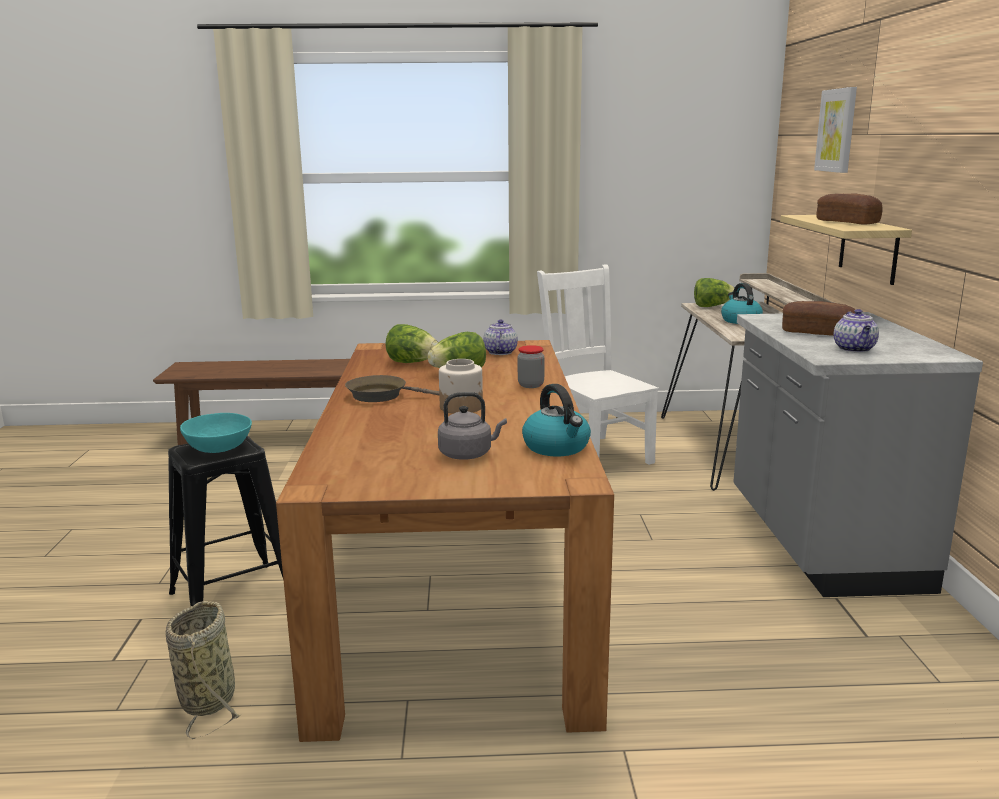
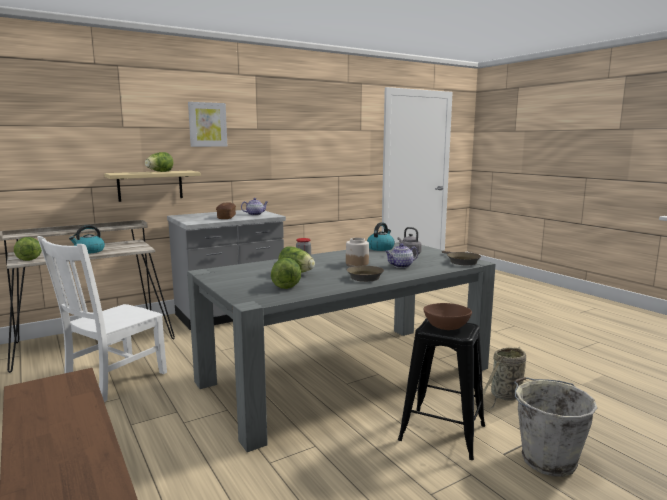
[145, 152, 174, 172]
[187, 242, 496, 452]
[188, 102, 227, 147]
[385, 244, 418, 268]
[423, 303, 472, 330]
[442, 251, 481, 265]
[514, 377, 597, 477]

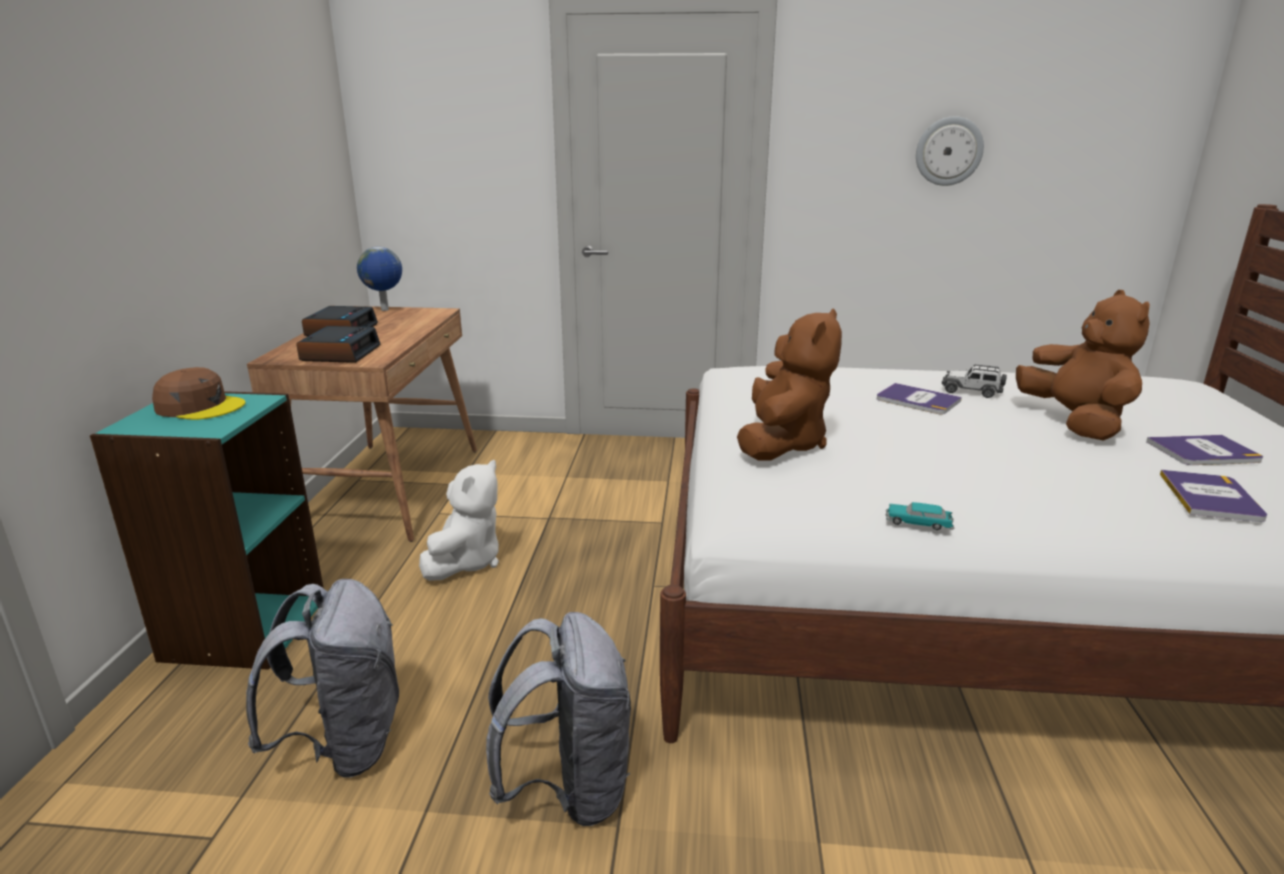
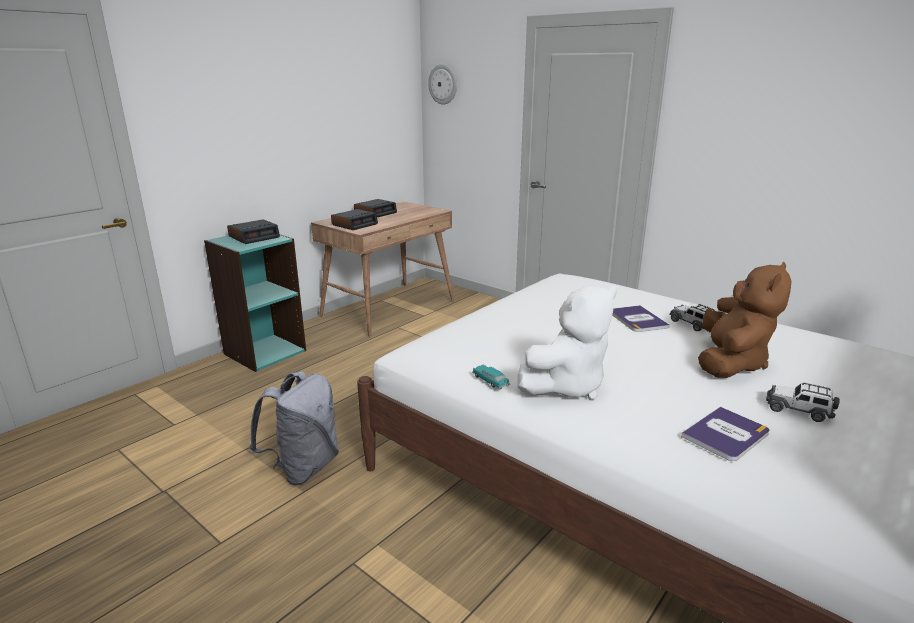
[227, 219, 280, 244]
[428, 64, 457, 105]
[518, 286, 617, 400]
[766, 383, 840, 422]
[246, 579, 399, 777] (first image)
[357, 247, 402, 311] (first image)
[737, 308, 842, 461] (first image)

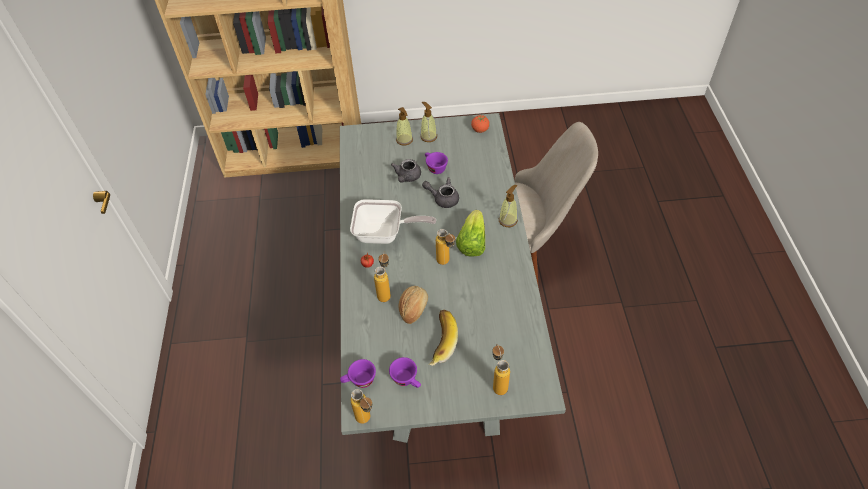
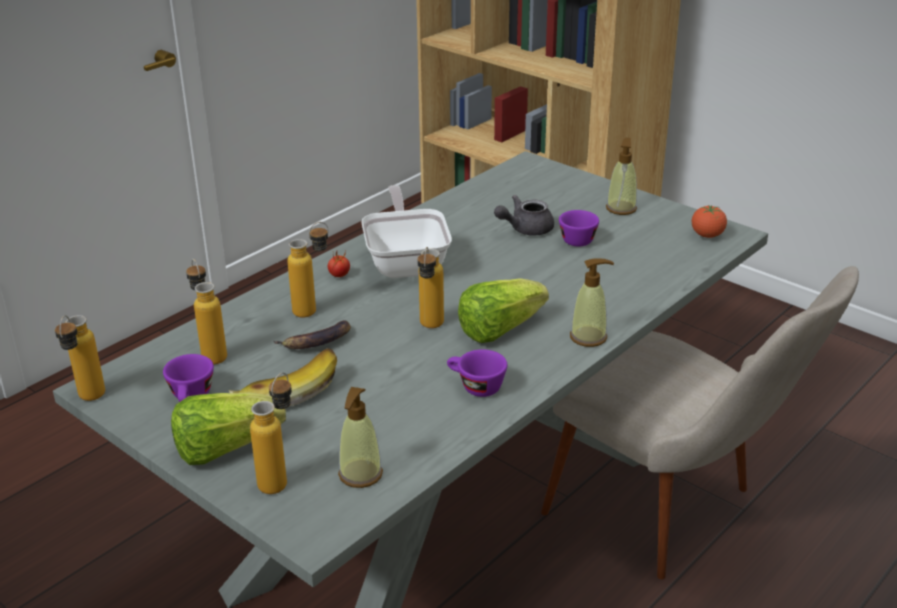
[171, 392, 286, 465]
[186, 259, 227, 365]
[274, 320, 351, 349]
[338, 387, 383, 488]
[361, 185, 452, 278]
[447, 349, 507, 397]
[422, 178, 459, 208] (first image)

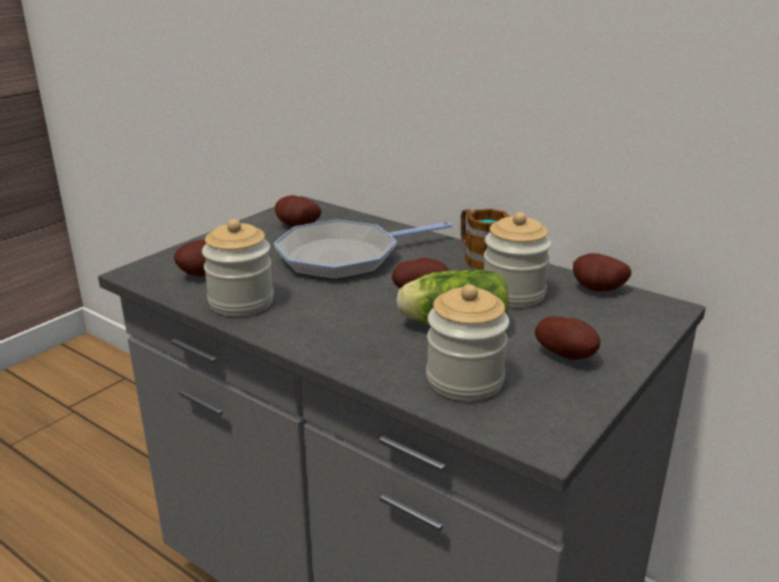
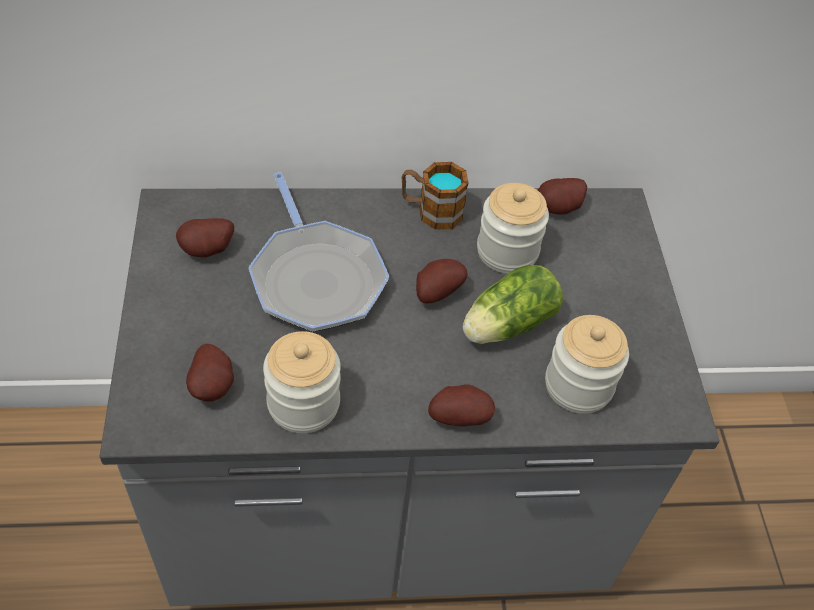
[248, 172, 389, 332]
[428, 384, 495, 426]

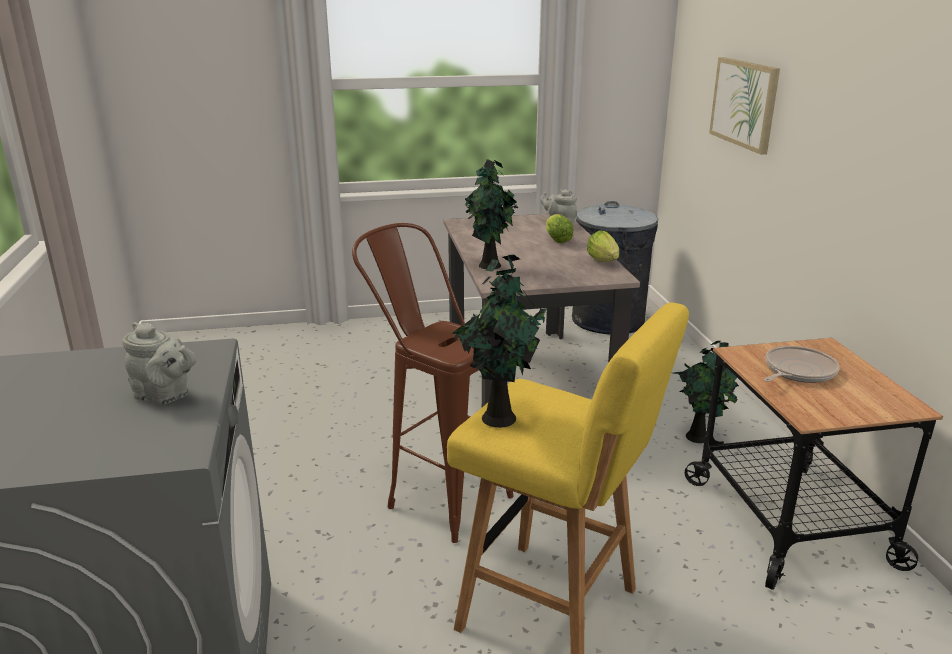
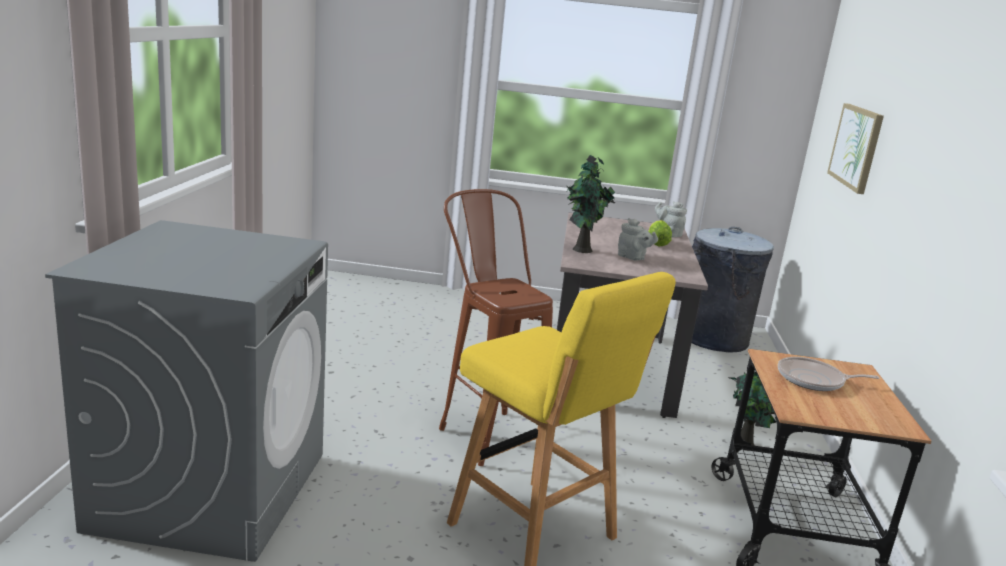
[618, 218, 658, 261]
[778, 357, 879, 391]
[452, 254, 547, 428] (first image)
[587, 230, 619, 262] (first image)

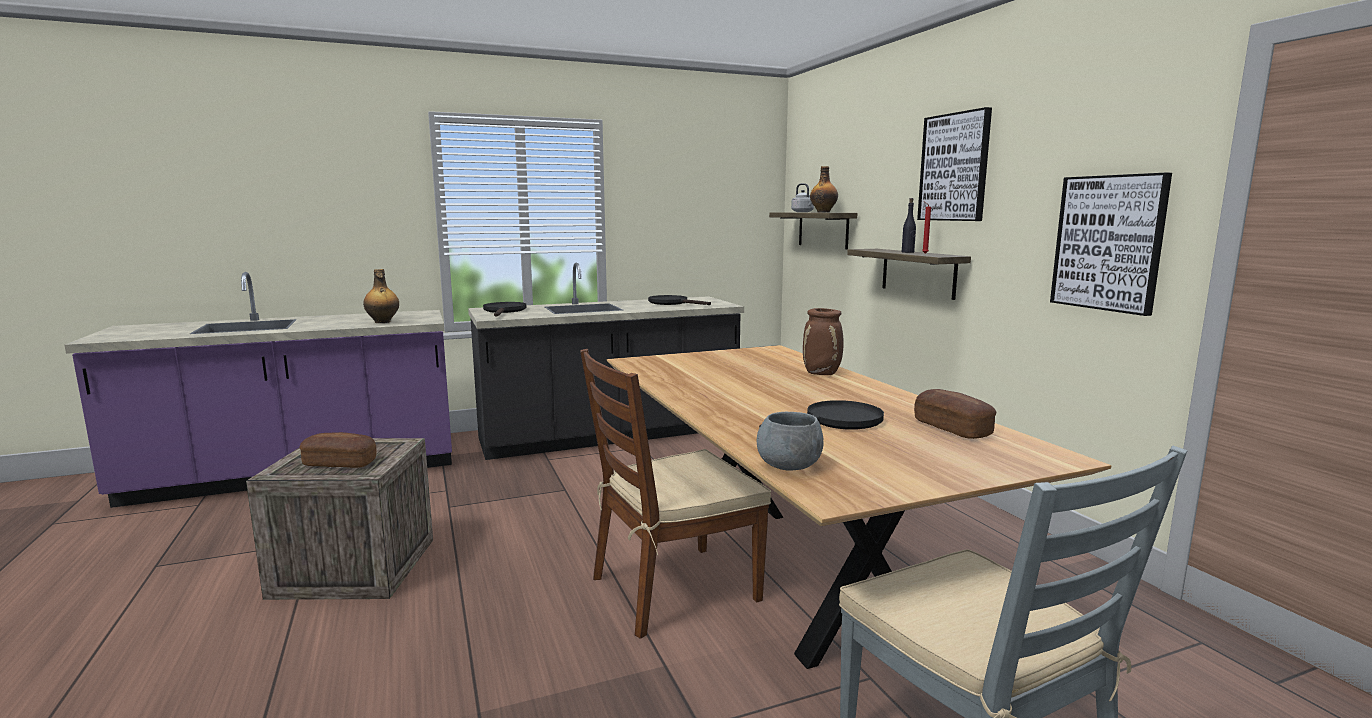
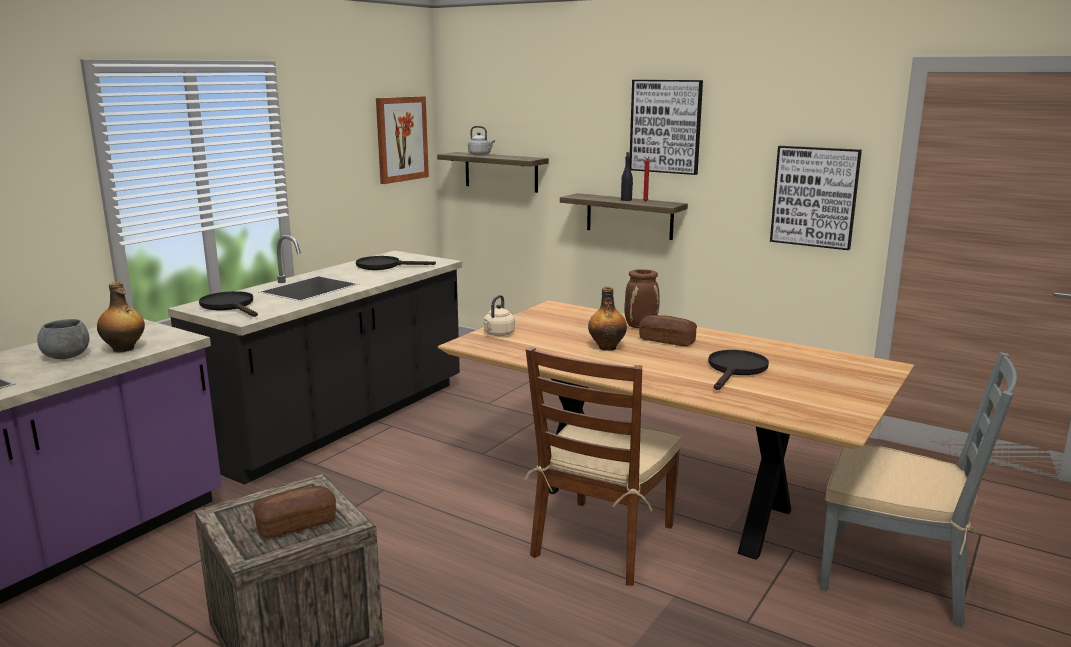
[37, 319, 90, 359]
[376, 96, 429, 184]
[484, 295, 515, 336]
[588, 287, 627, 351]
[639, 315, 697, 346]

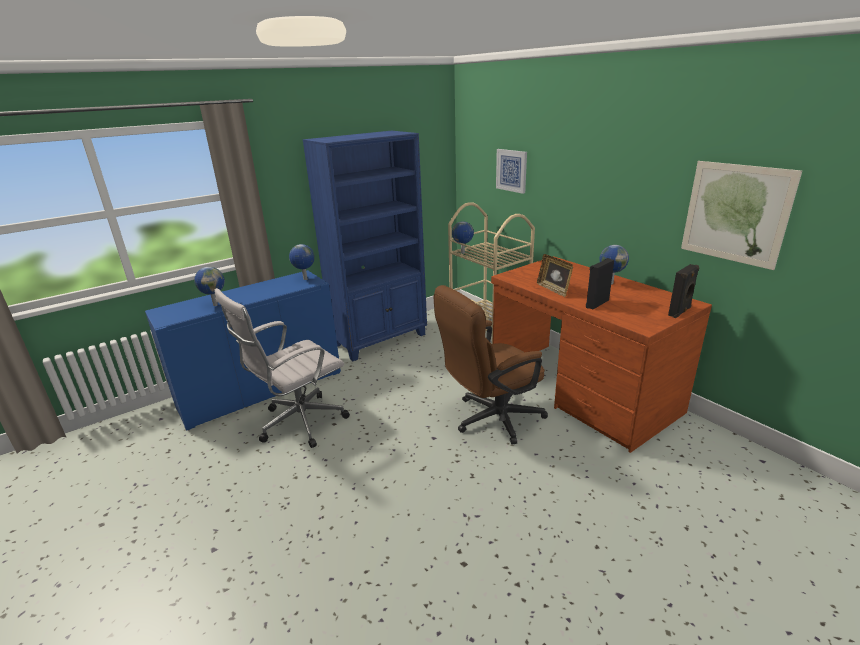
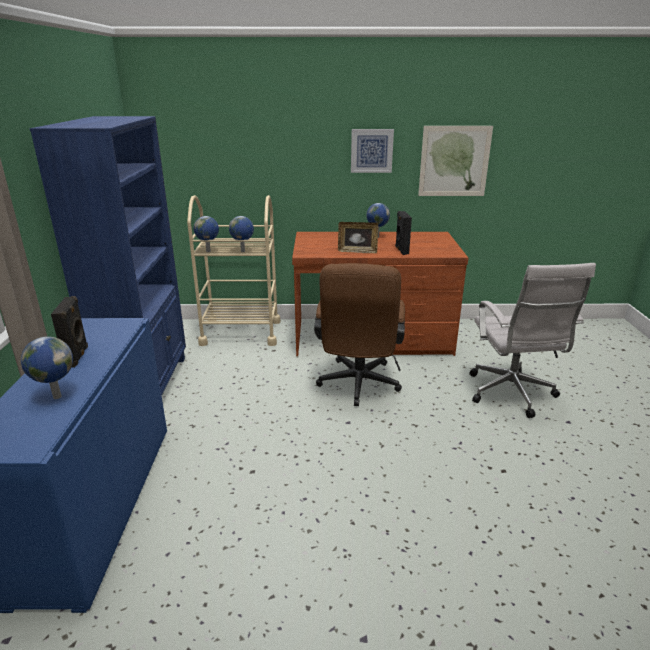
[51, 296, 88, 368]
[229, 216, 254, 252]
[351, 129, 394, 173]
[470, 263, 596, 418]

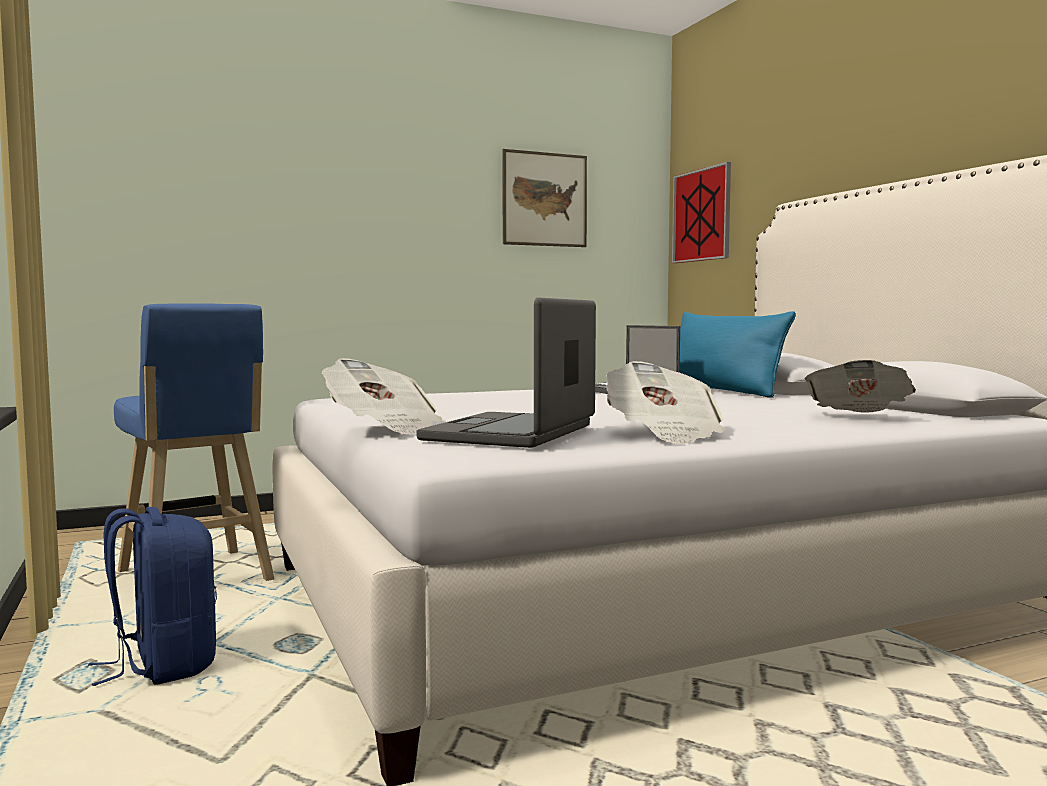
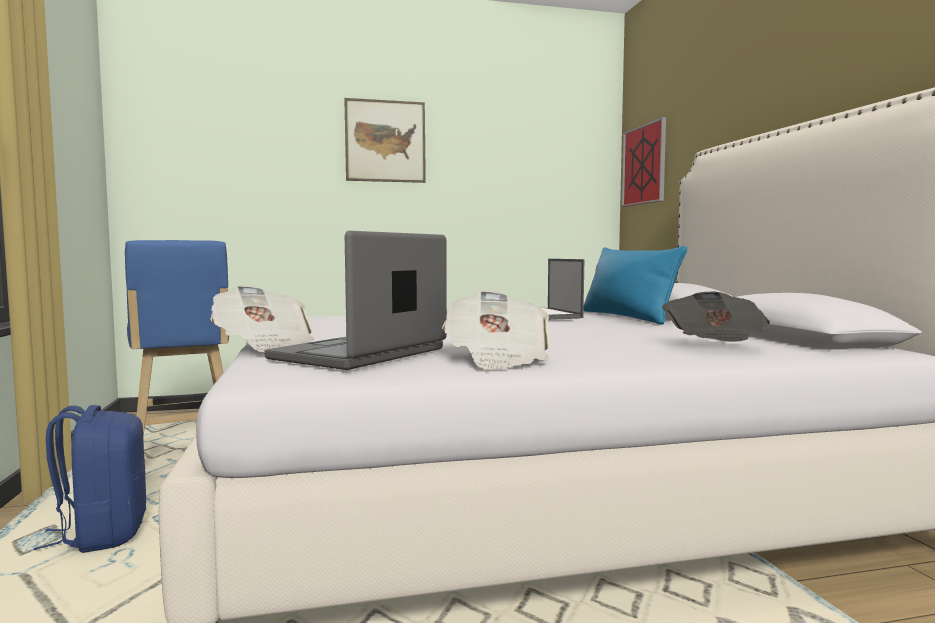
[344, 98, 426, 183]

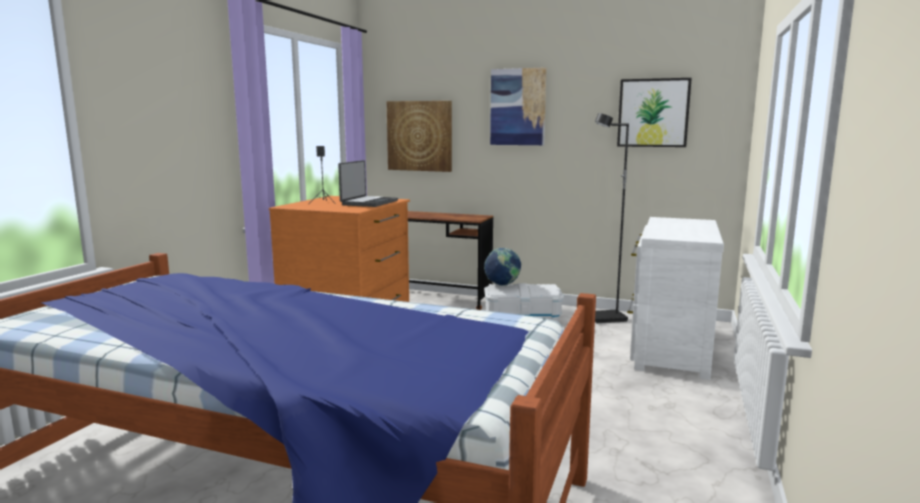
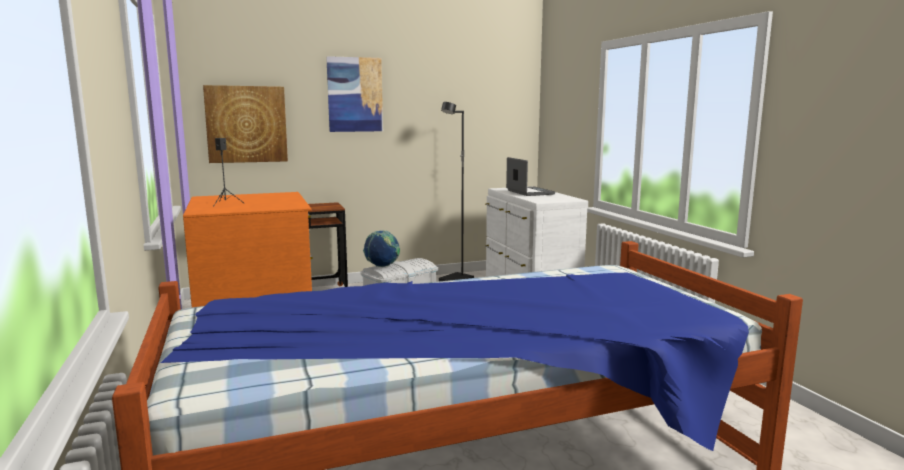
[506, 157, 555, 196]
[617, 78, 692, 147] (first image)

